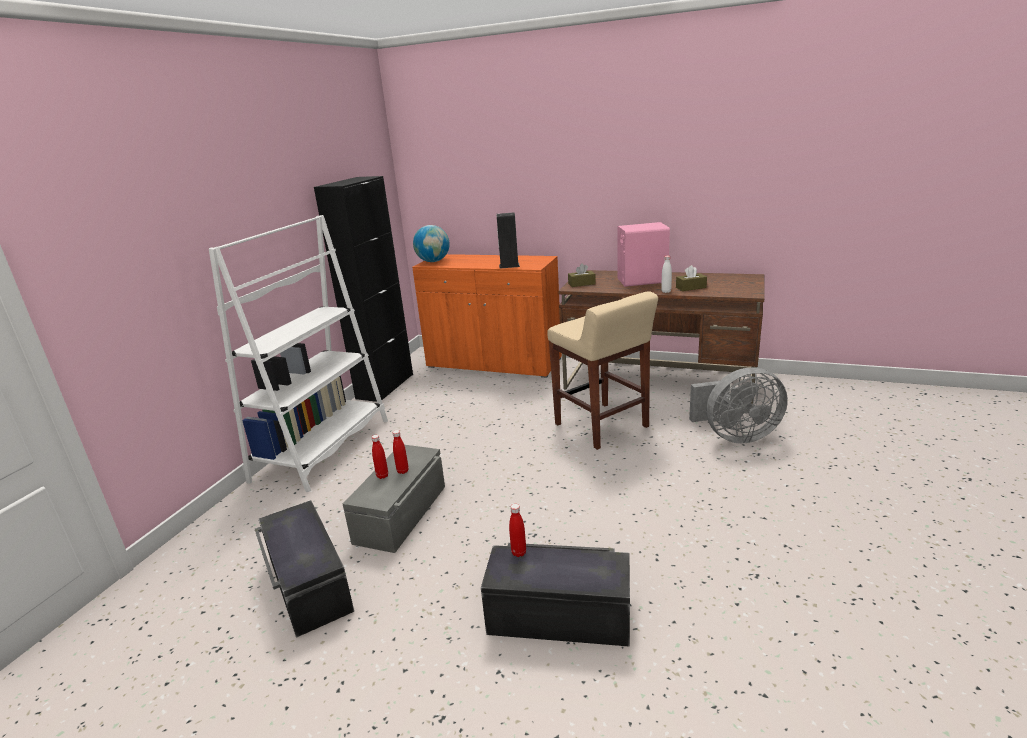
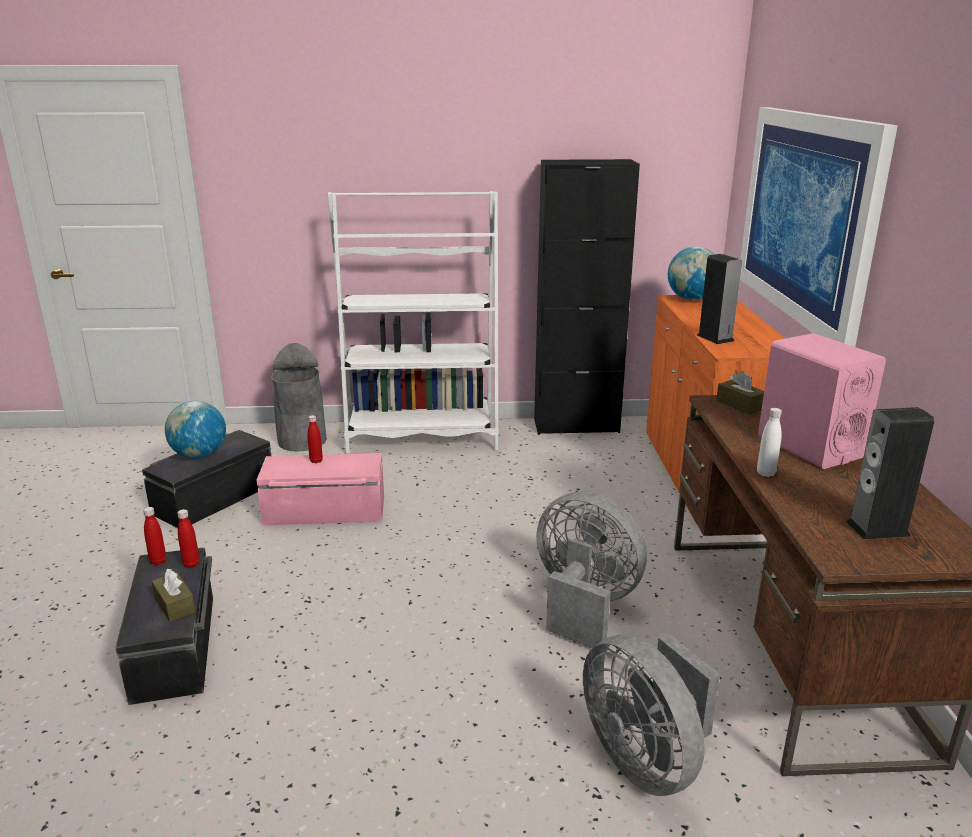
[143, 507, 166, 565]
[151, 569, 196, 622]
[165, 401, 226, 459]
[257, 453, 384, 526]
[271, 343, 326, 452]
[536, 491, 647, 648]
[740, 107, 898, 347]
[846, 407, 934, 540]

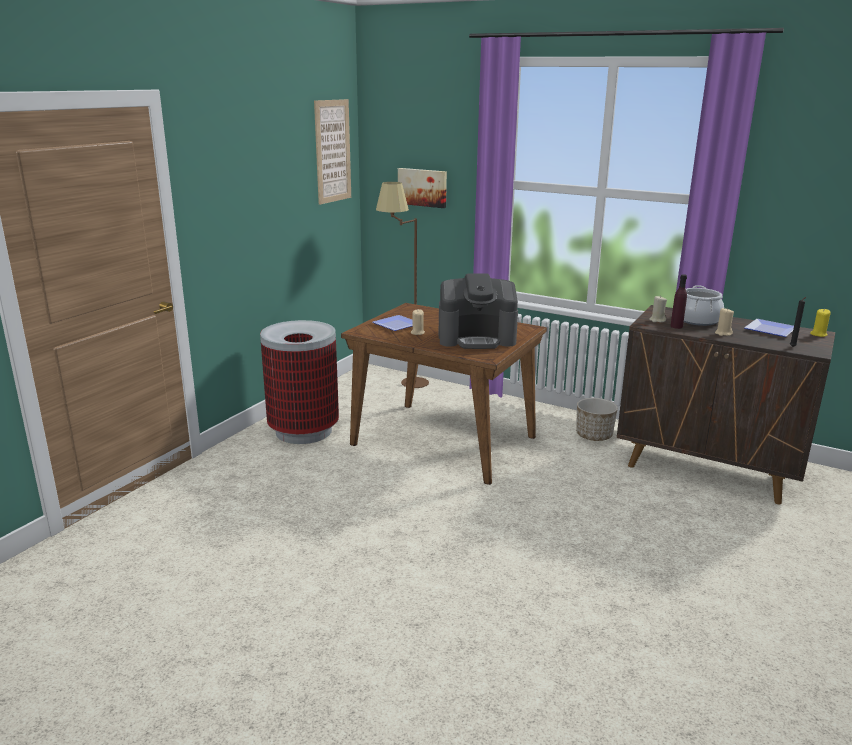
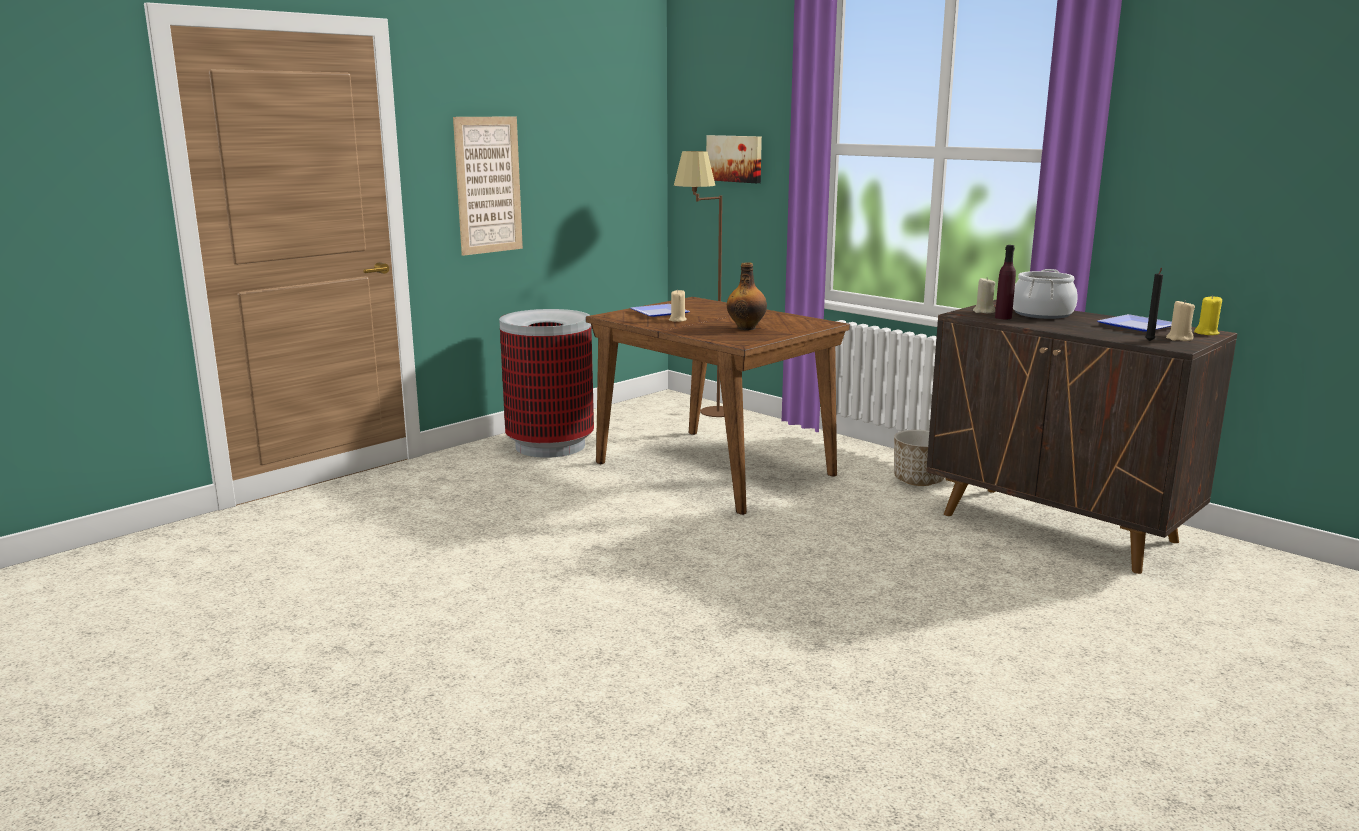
[453, 116, 523, 256]
[727, 262, 767, 330]
[1166, 300, 1195, 341]

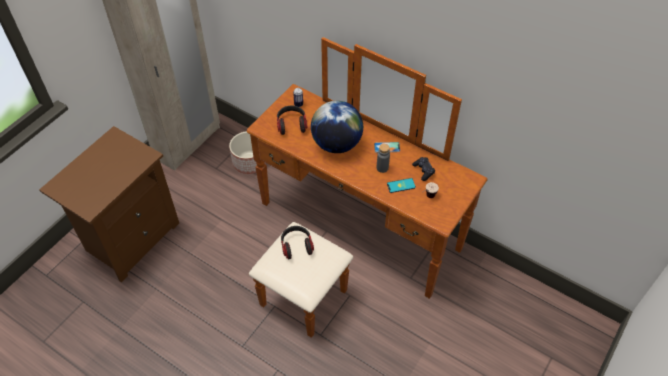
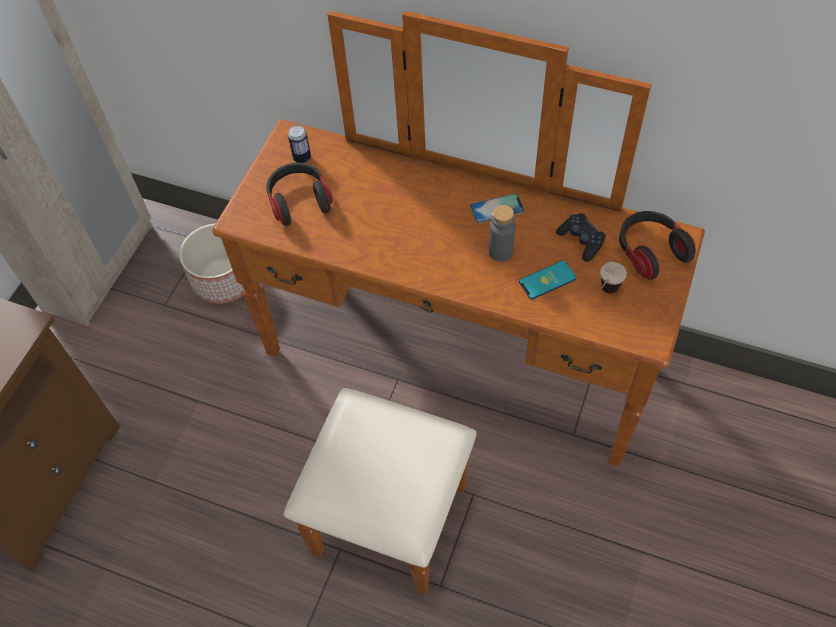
[619, 211, 696, 280]
[311, 100, 363, 153] (first image)

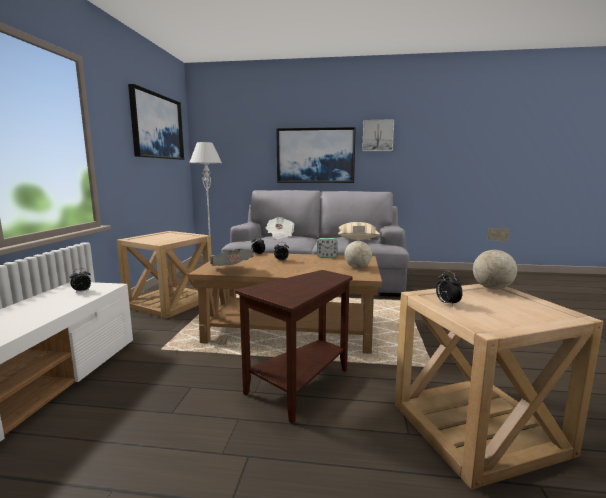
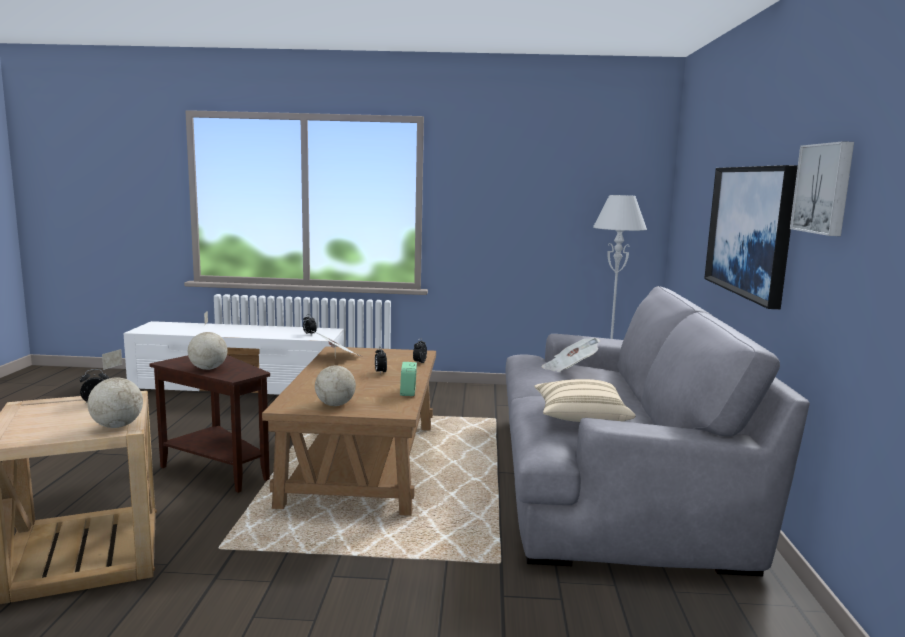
[188, 310, 227, 370]
[117, 231, 213, 319] (first image)
[128, 84, 184, 160] (first image)

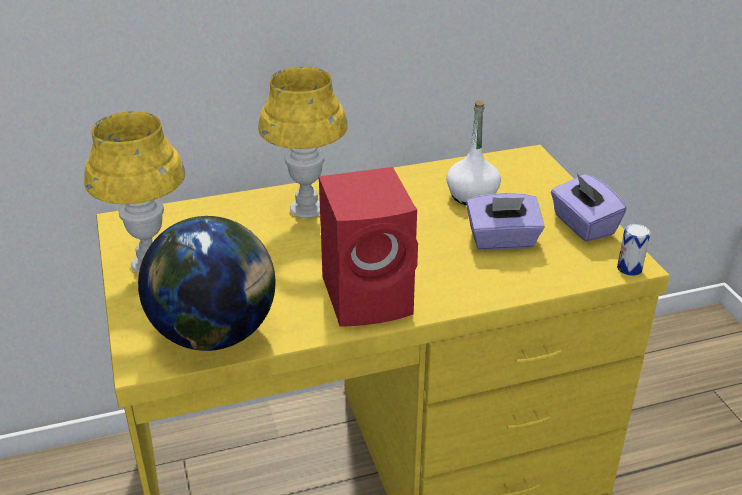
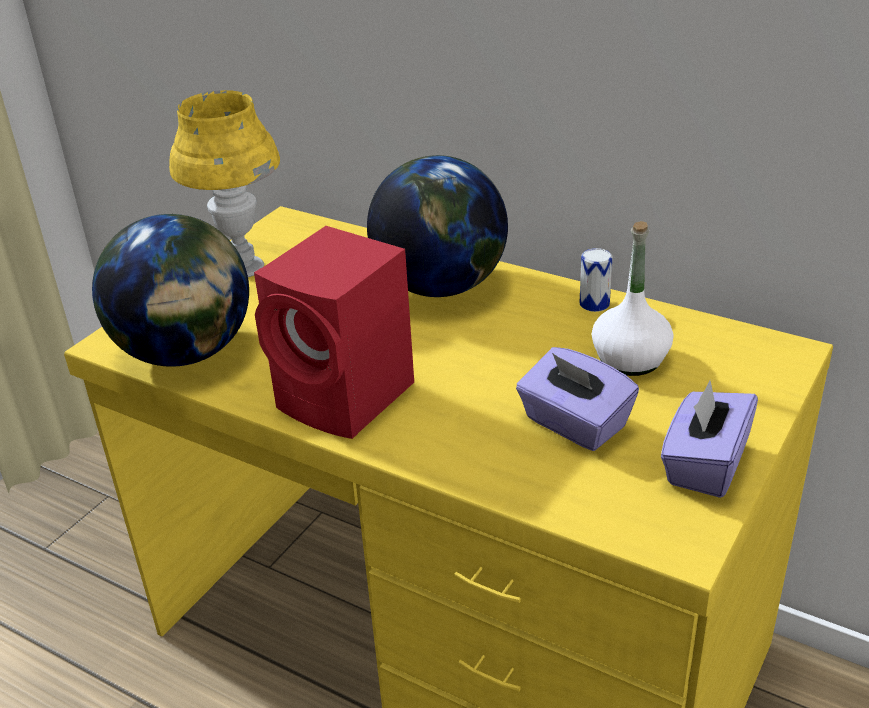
[367, 155, 508, 297]
[579, 248, 613, 312]

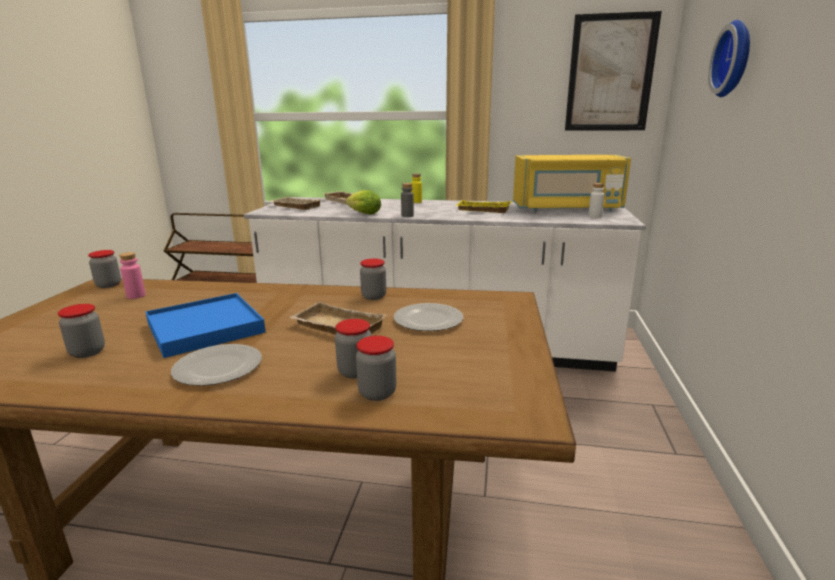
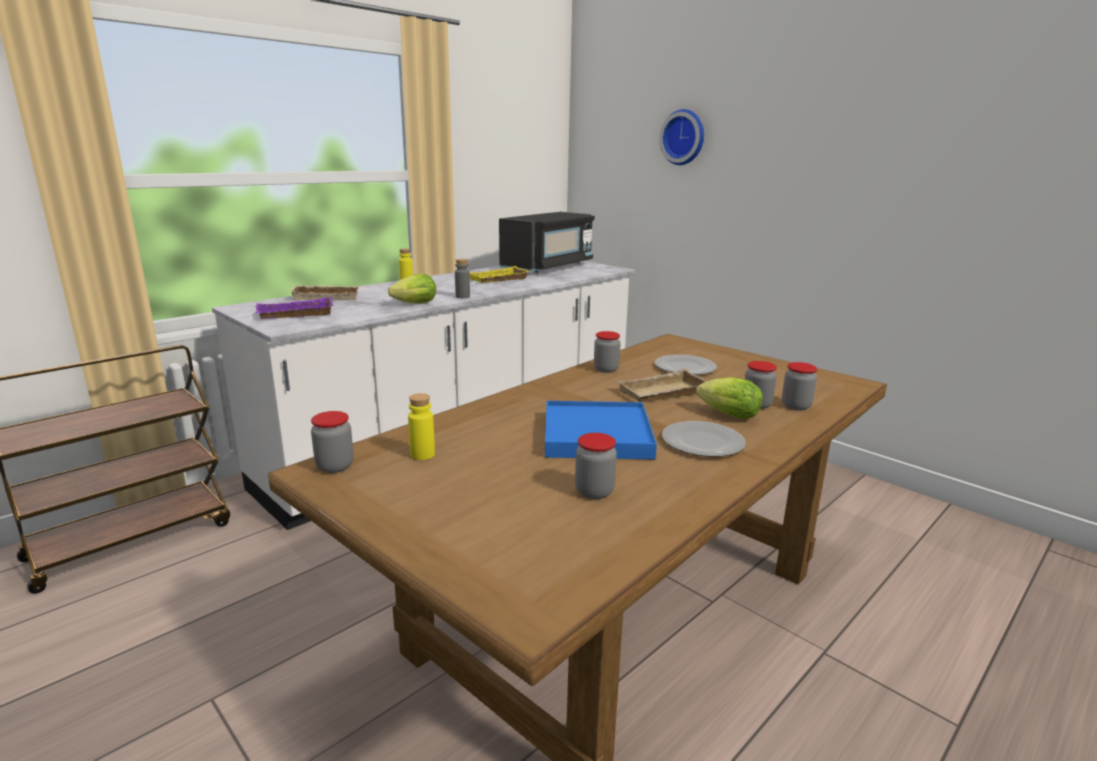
[255, 297, 334, 319]
[408, 393, 435, 460]
[499, 212, 595, 273]
[696, 377, 763, 419]
[565, 11, 662, 131] (first image)
[588, 183, 604, 218] (first image)

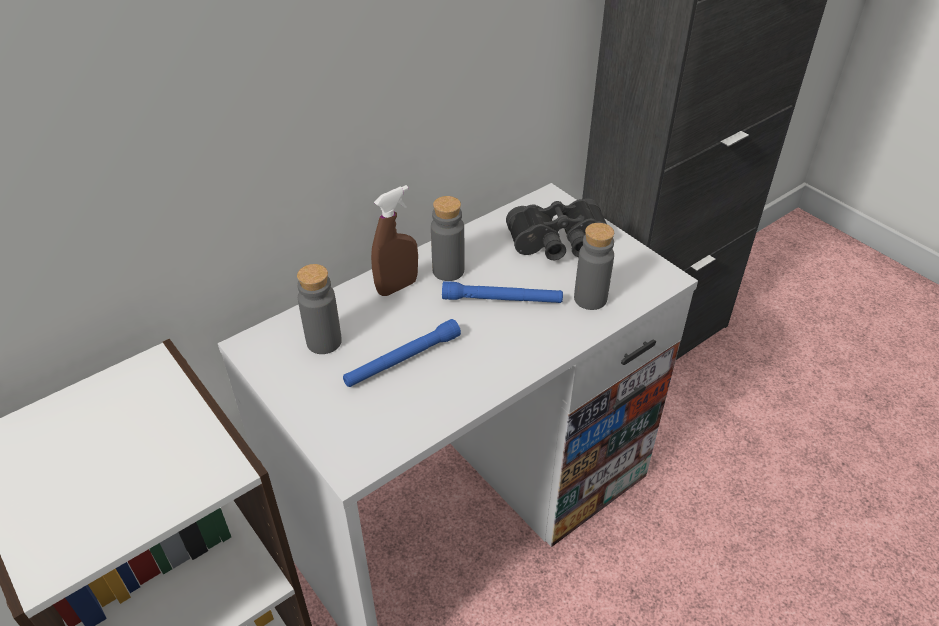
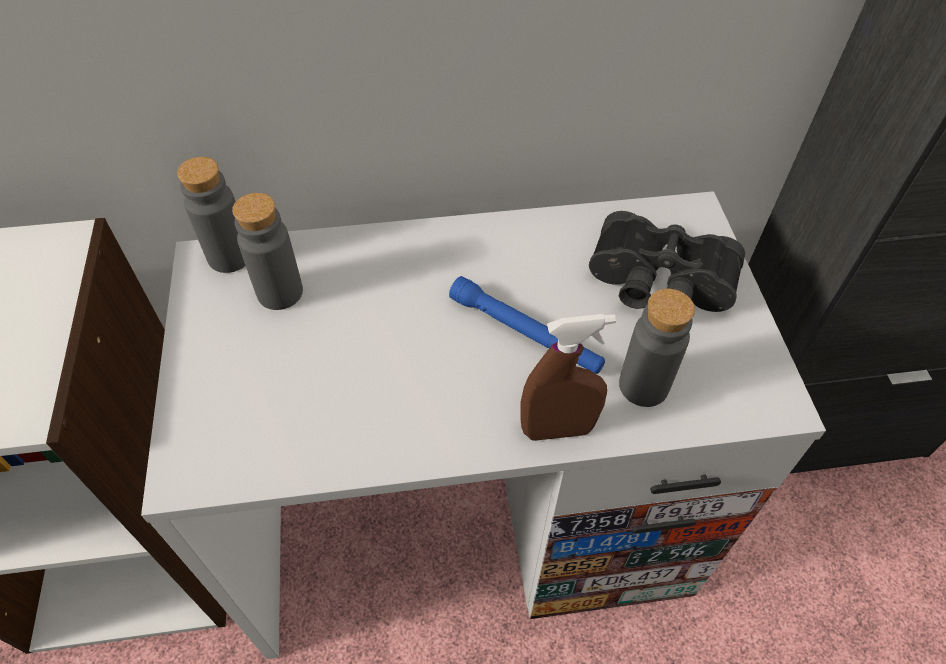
[177, 157, 245, 273]
[520, 314, 616, 441]
[343, 319, 461, 387] (first image)

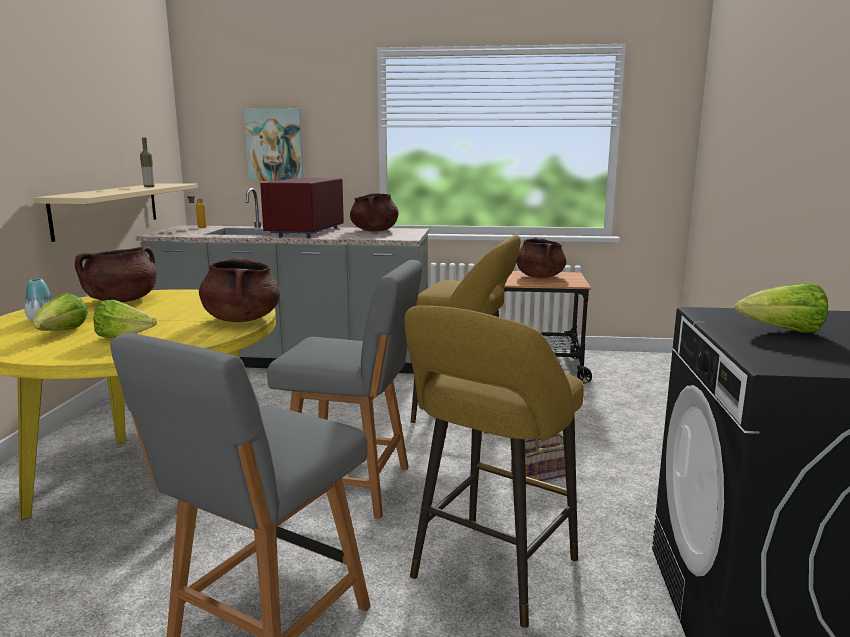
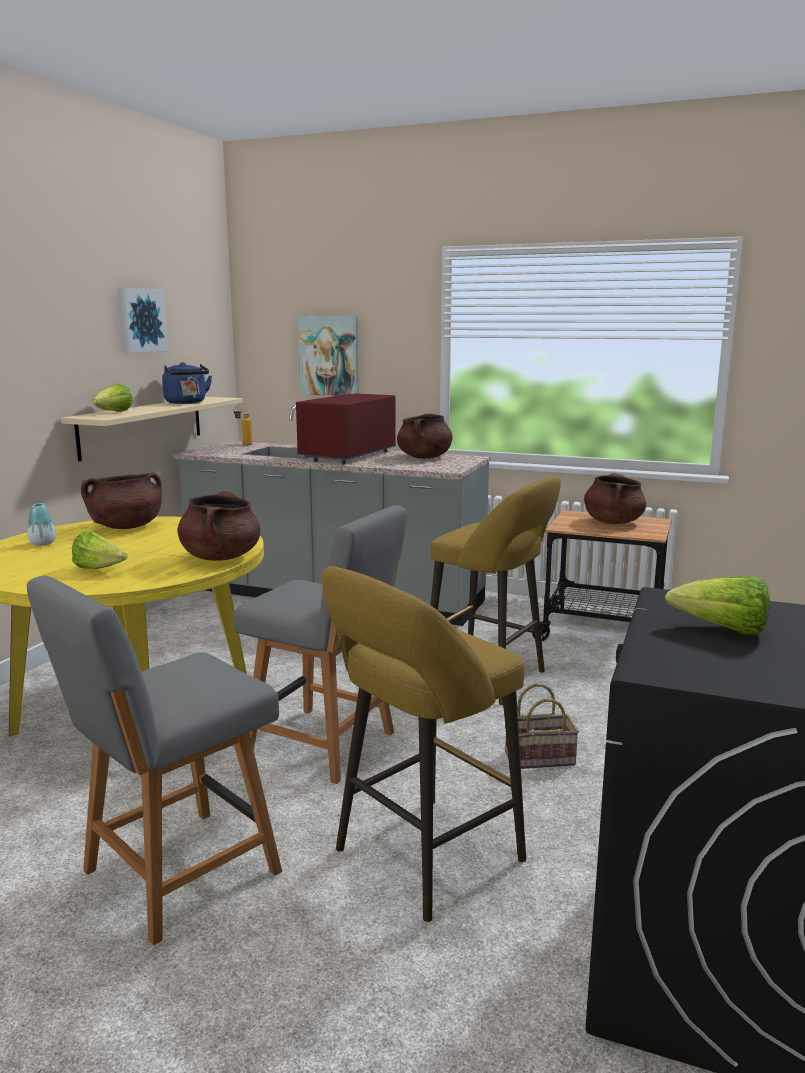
[93, 384, 133, 412]
[117, 288, 168, 353]
[162, 362, 212, 404]

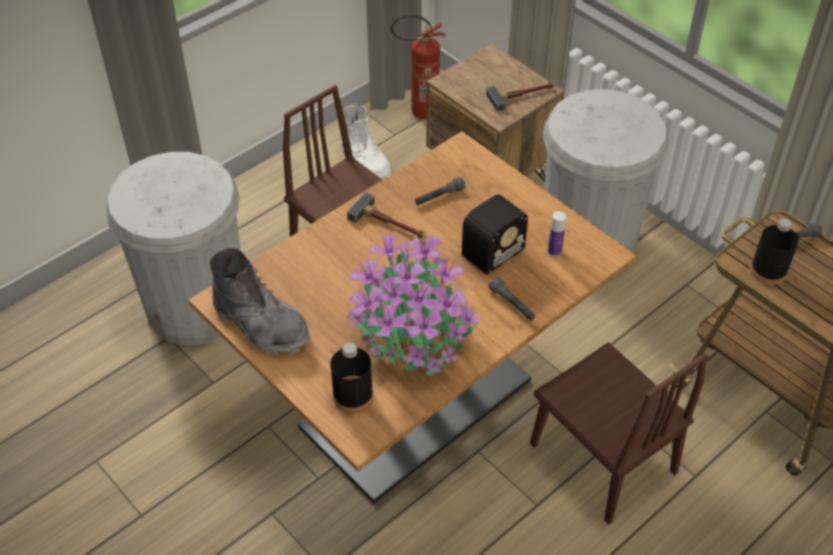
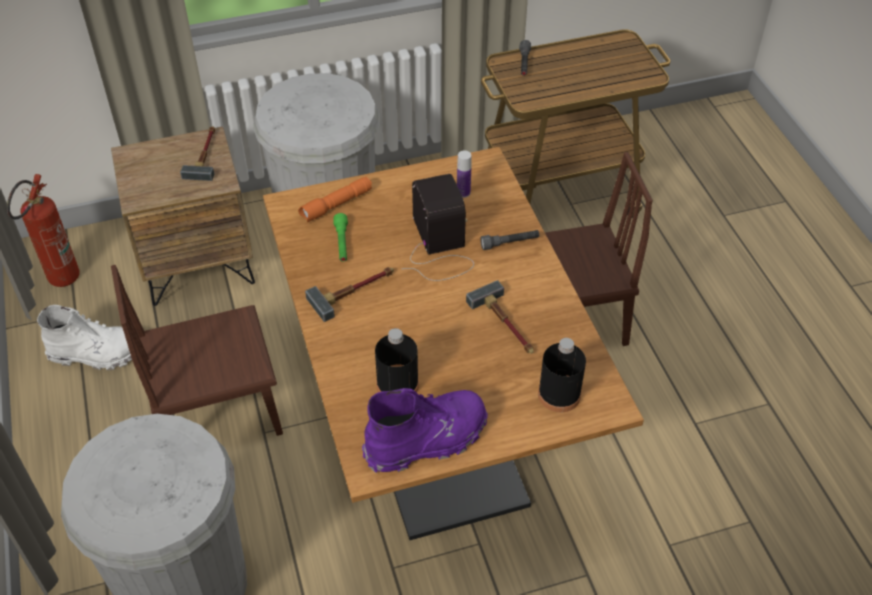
[298, 177, 372, 222]
[333, 213, 348, 262]
[362, 388, 488, 473]
[375, 328, 419, 393]
[466, 280, 534, 354]

